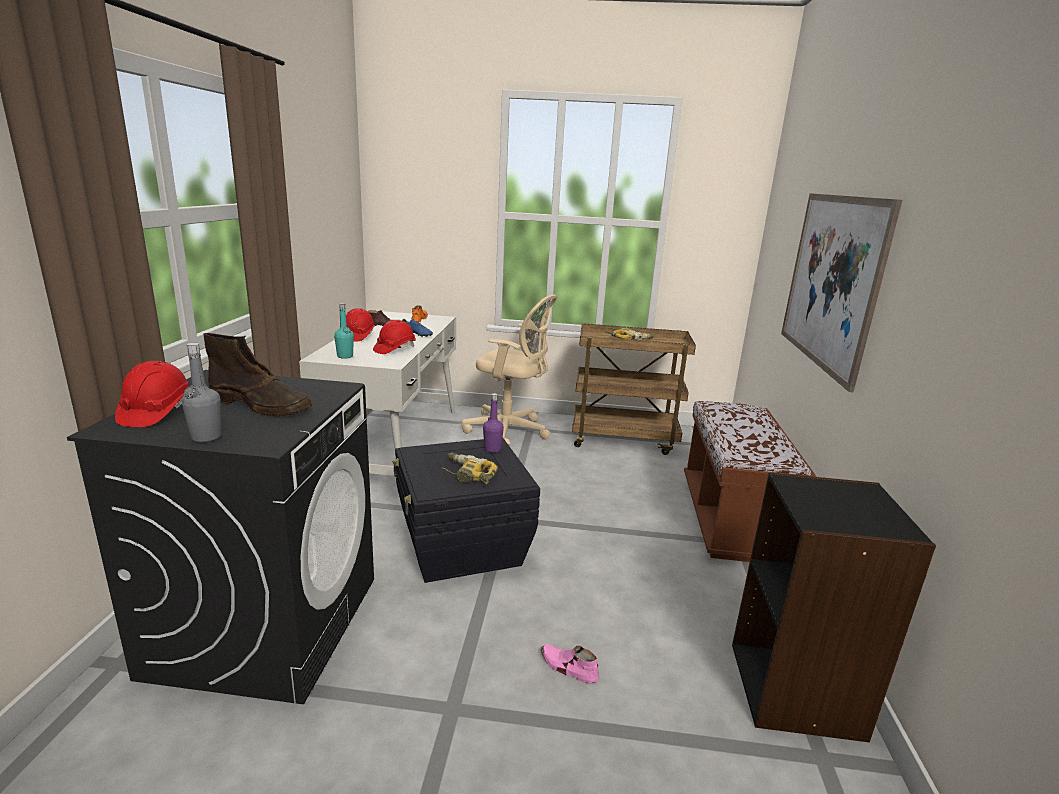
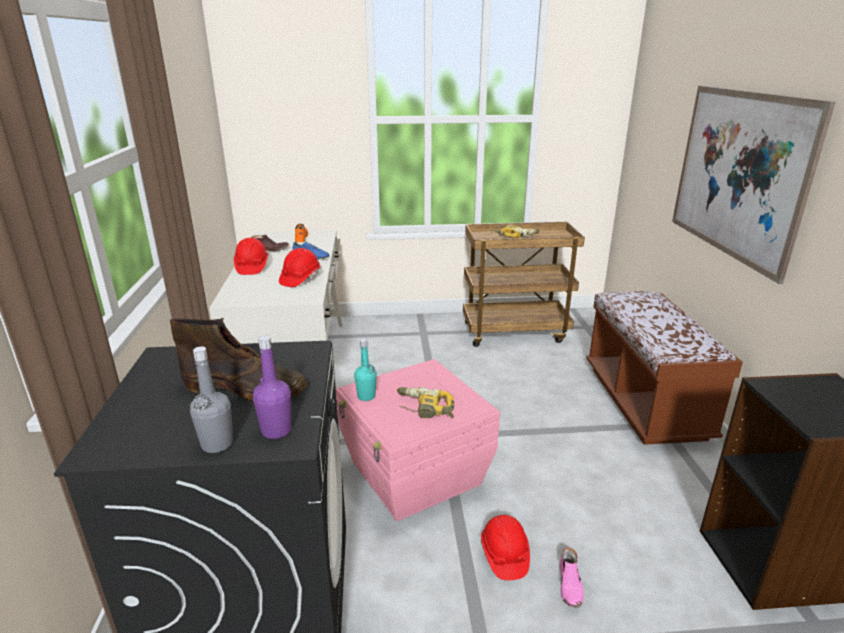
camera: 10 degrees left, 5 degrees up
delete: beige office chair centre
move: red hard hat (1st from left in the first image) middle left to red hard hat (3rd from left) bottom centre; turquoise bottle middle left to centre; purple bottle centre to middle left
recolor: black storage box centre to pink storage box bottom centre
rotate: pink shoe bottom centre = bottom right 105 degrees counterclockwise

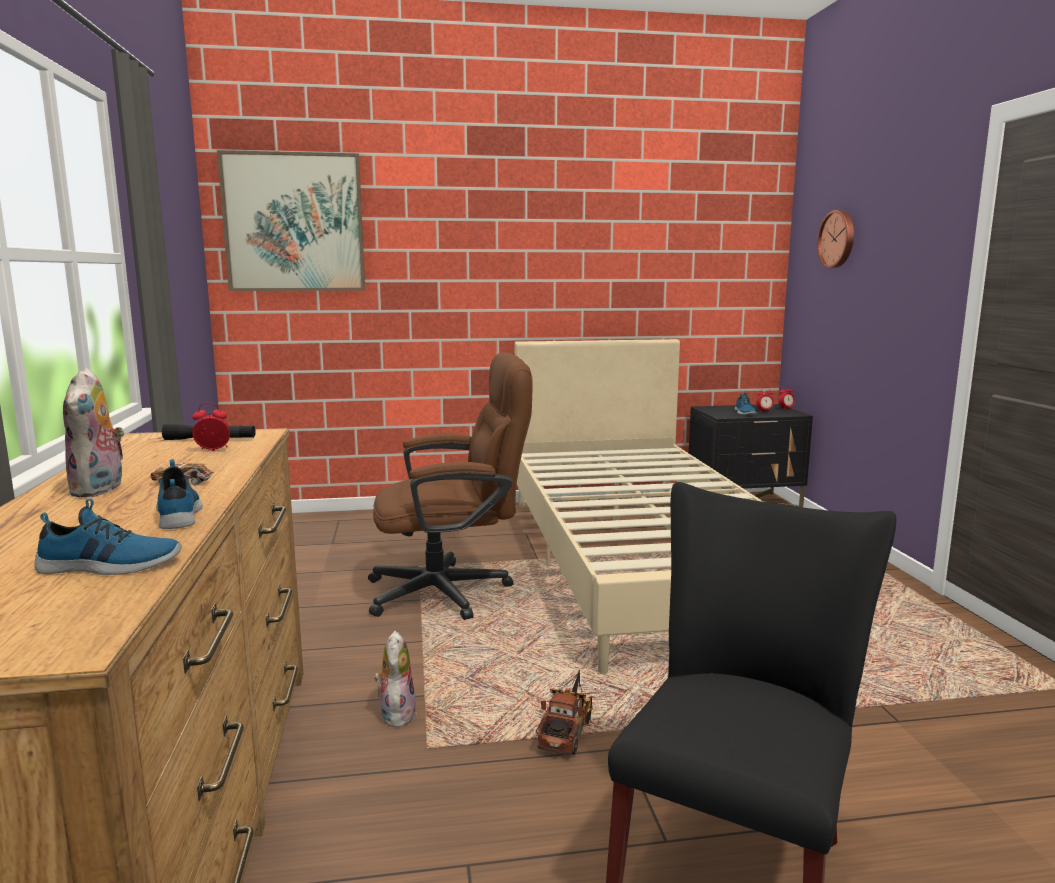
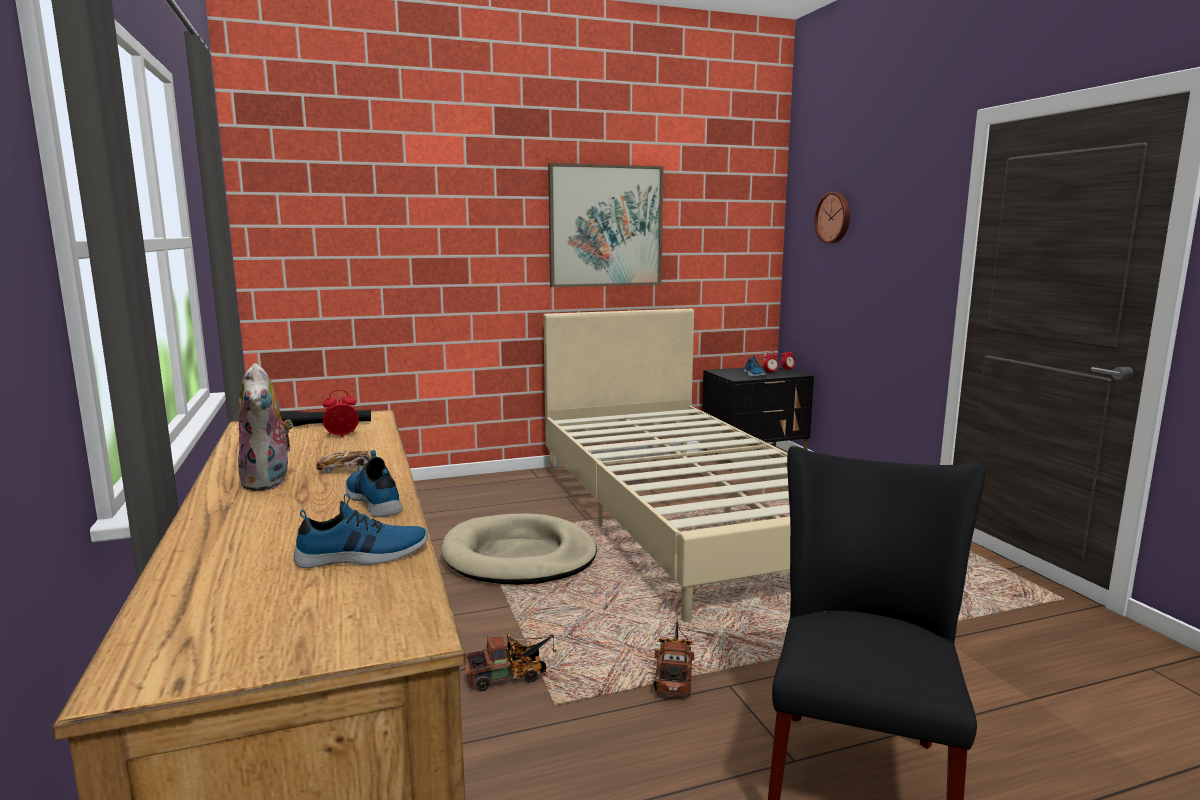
camera: 10 degrees left, 0 degrees up
move: picture top left to top centre
replace: brown office chair centre to beige dog bed bottom centre; plush toy (2nd from left) bottom centre to toy truck (1st from left) bottom centre

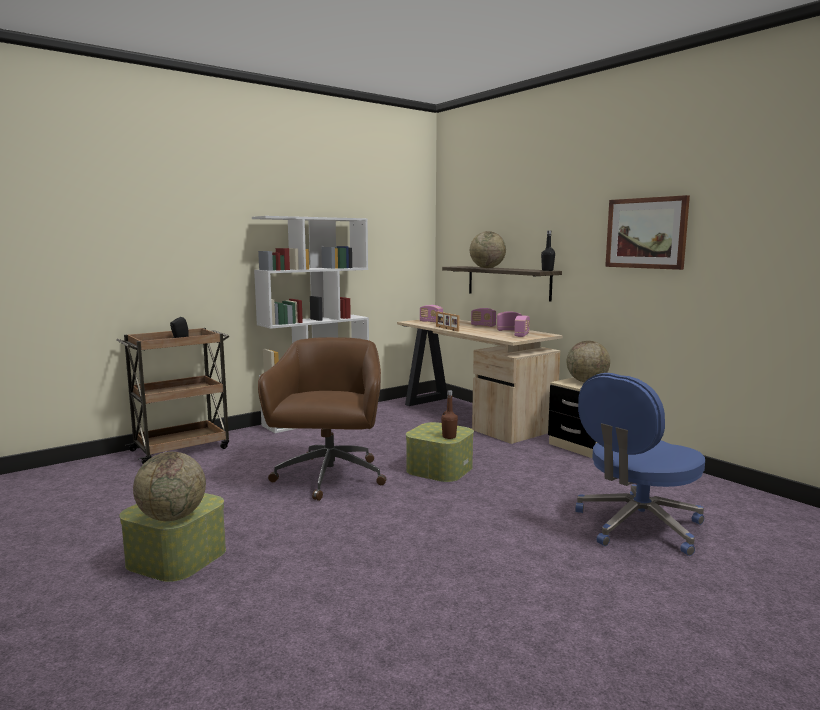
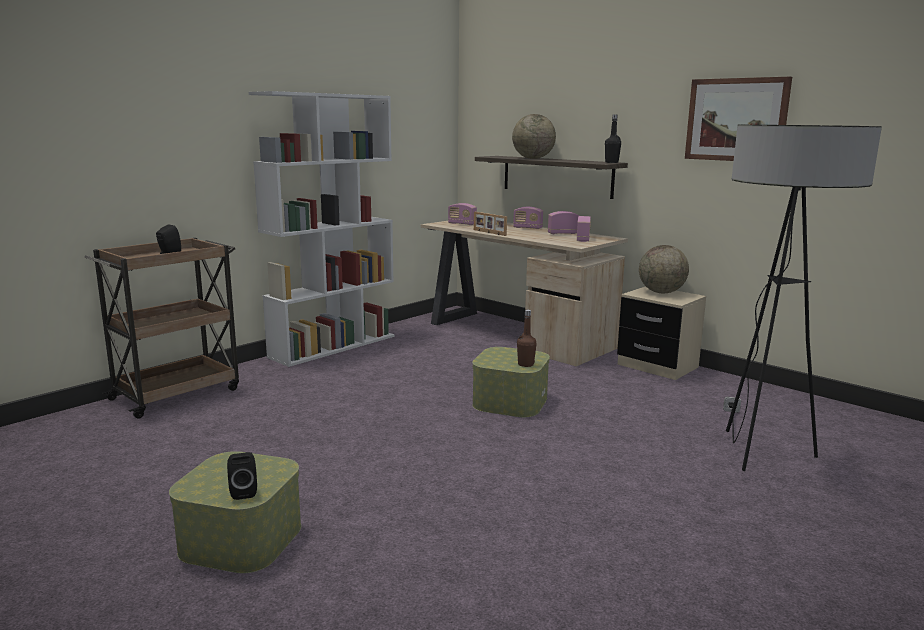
camera: 10 degrees left, 5 degrees up
delete: brown office chair centre
replace: globe (1st from left) bottom left to black speaker (2nd from left) bottom left; blue office chair middle right to floor lamp middle right

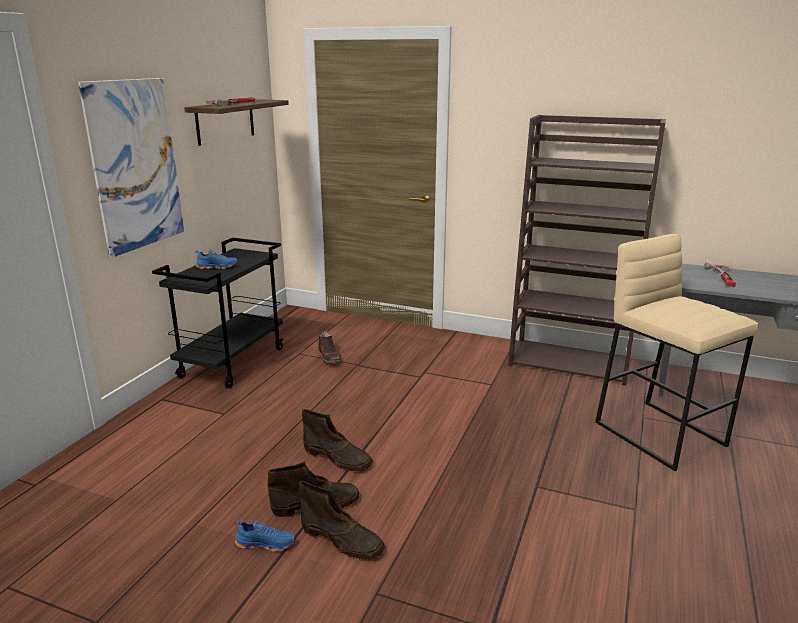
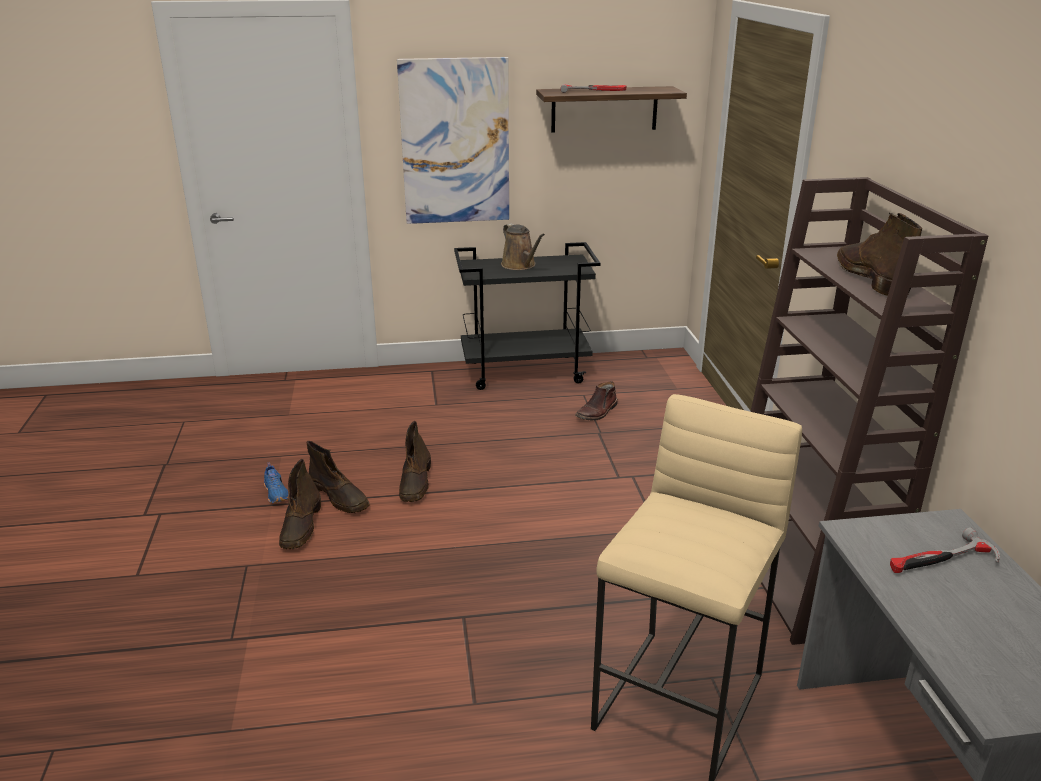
camera: 60 degrees right, 5 degrees up
insert: brown boot (5th from left) top right
replace: blue shoe (1st from left) middle left to brown watering can top centre

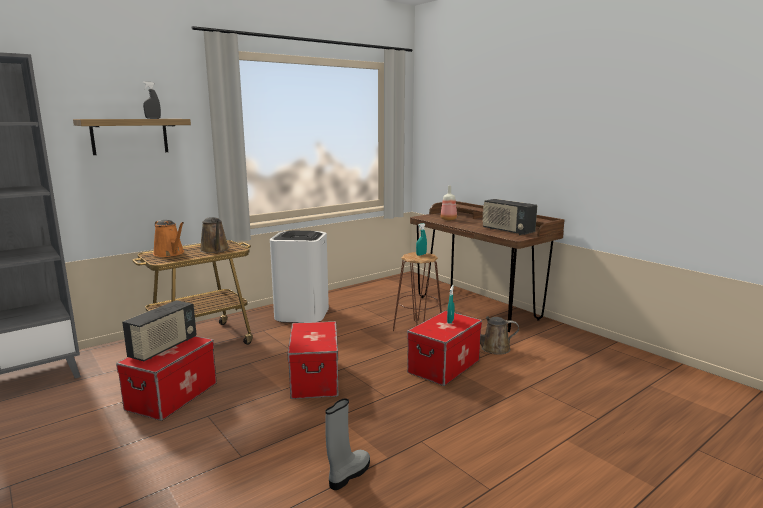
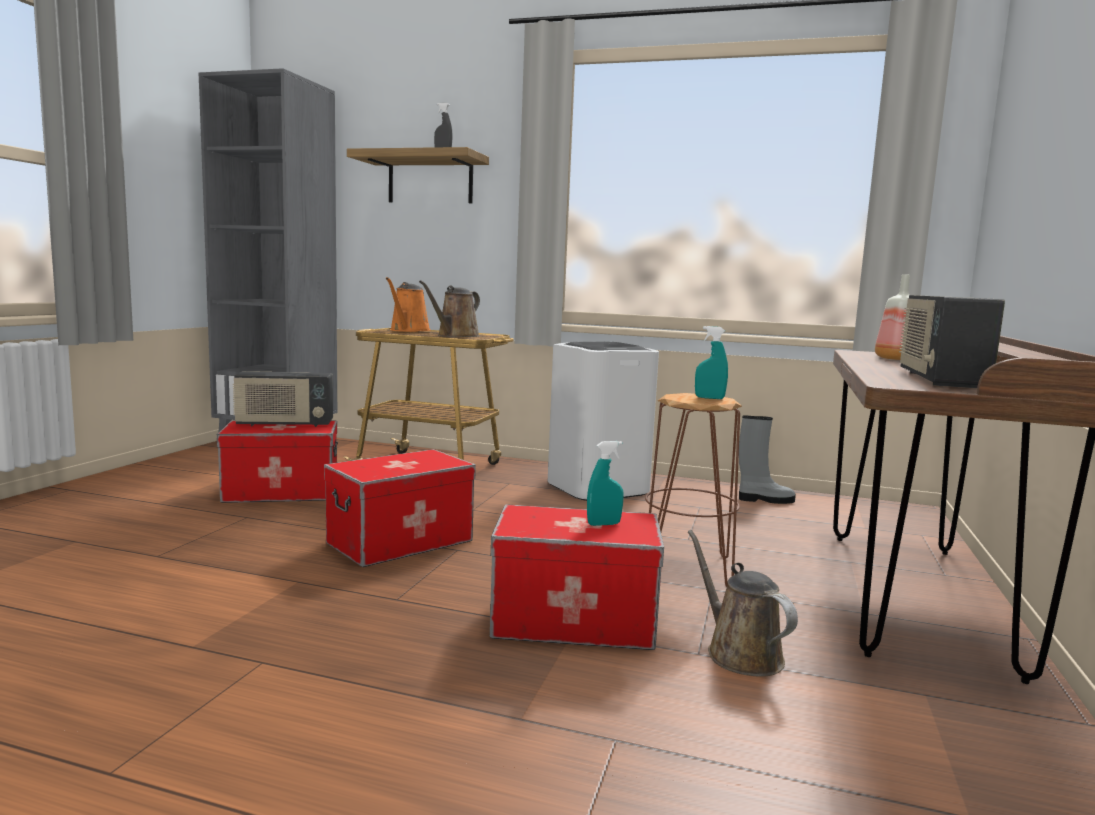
camera: 55 degrees right, 5 degrees down
move: grey boot bottom centre to middle right

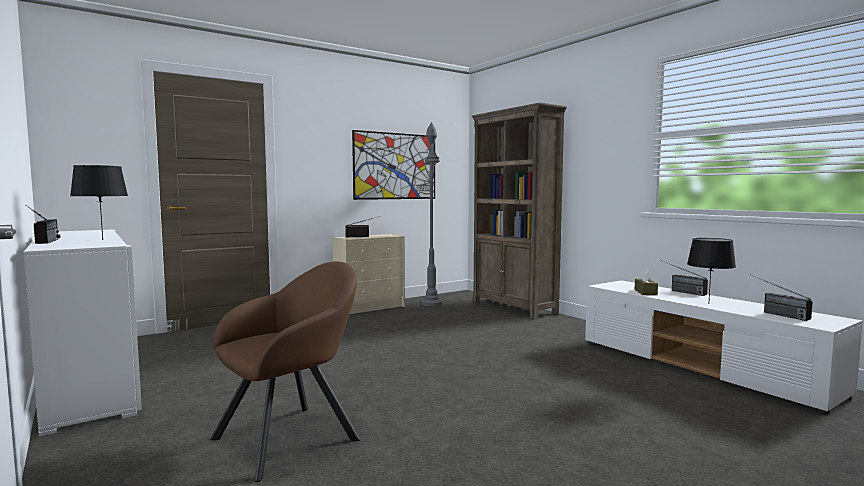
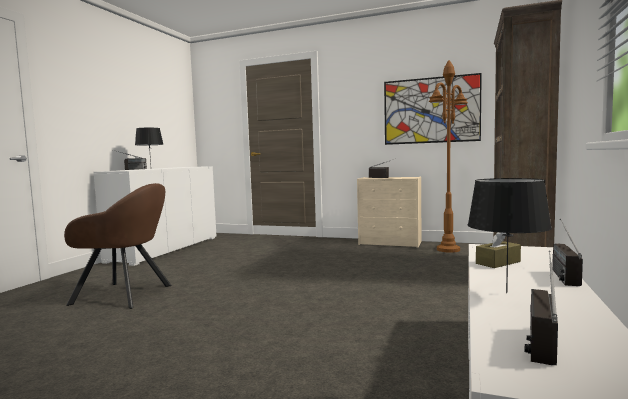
camera: 55 degrees right, 0 degrees up
recolor: grey floor lamp centre to brown floor lamp middle right

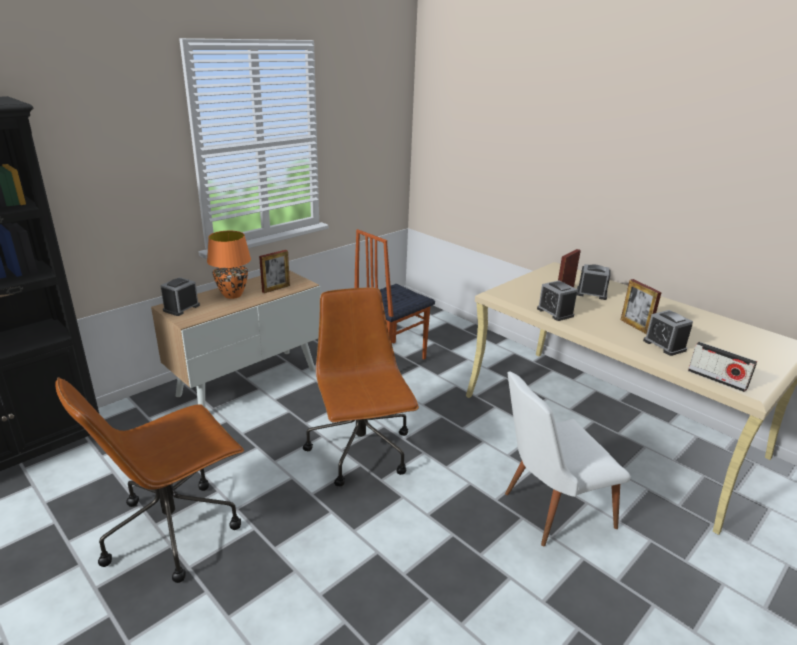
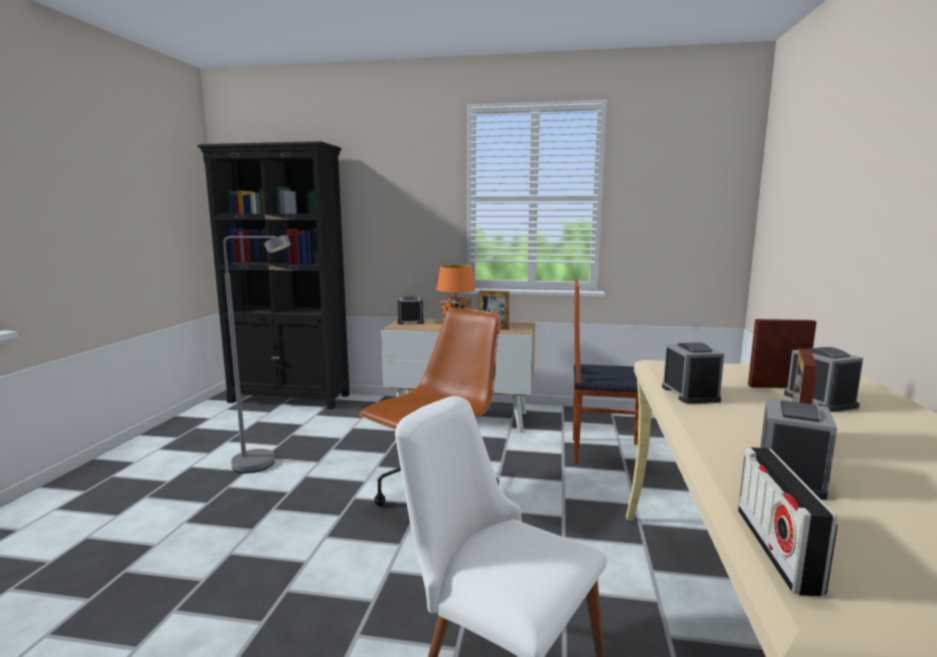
camera: 55 degrees right, 15 degrees down
replace: brown office chair (1st from left) bottom left to grey floor lamp middle left
rotate: alarm clock (2nd from left) middle right = middle right 150 degrees clockwise

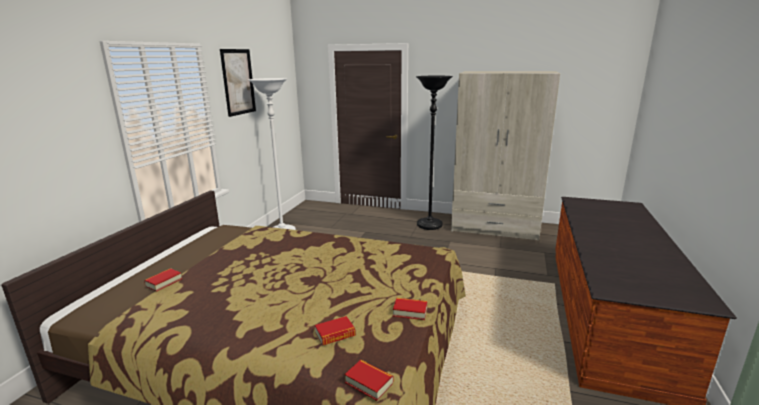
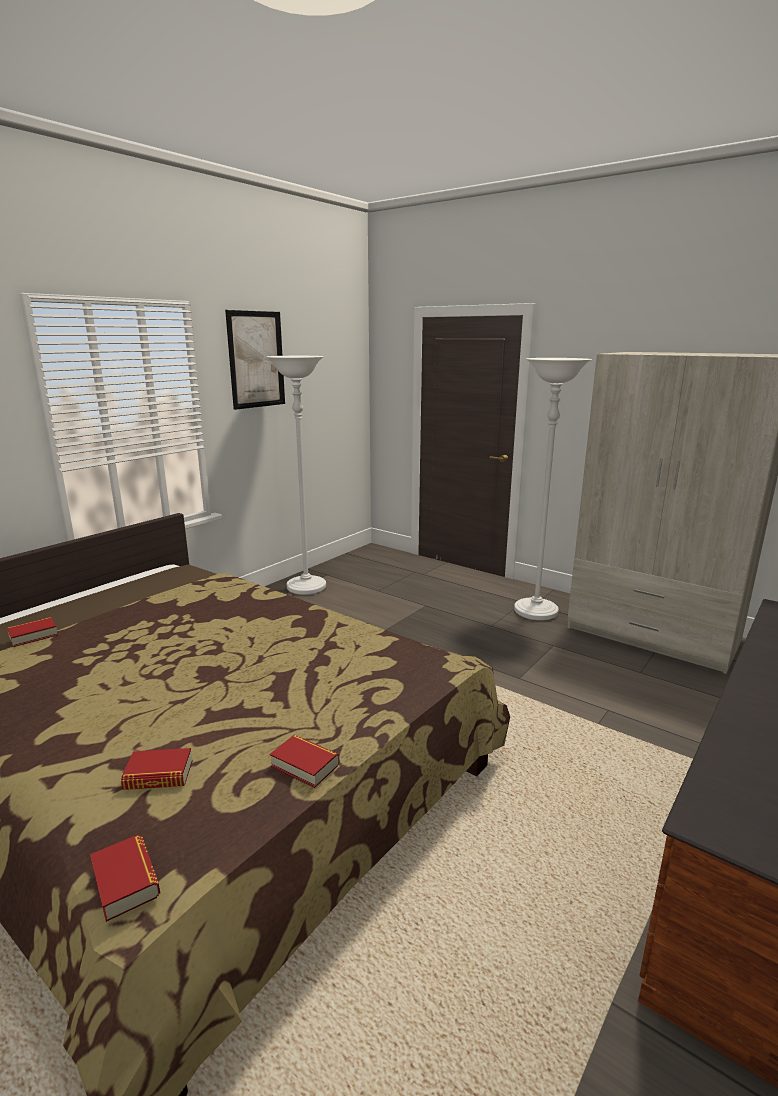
camera: 20 degrees right, 0 degrees up
recolor: black floor lamp centre to white floor lamp (2nd from left) middle right

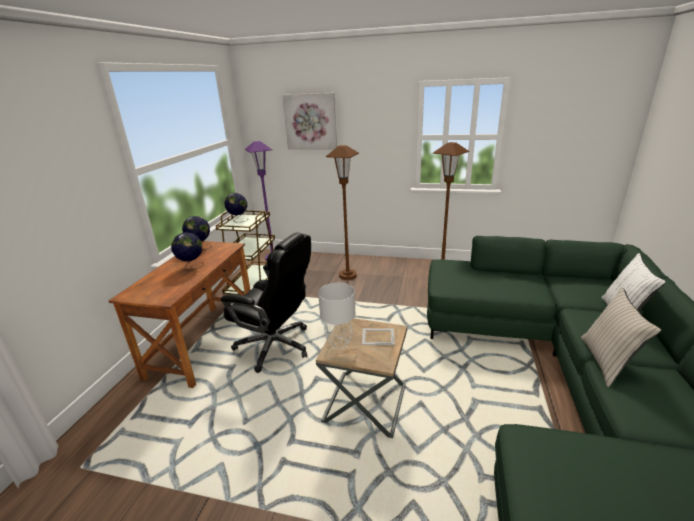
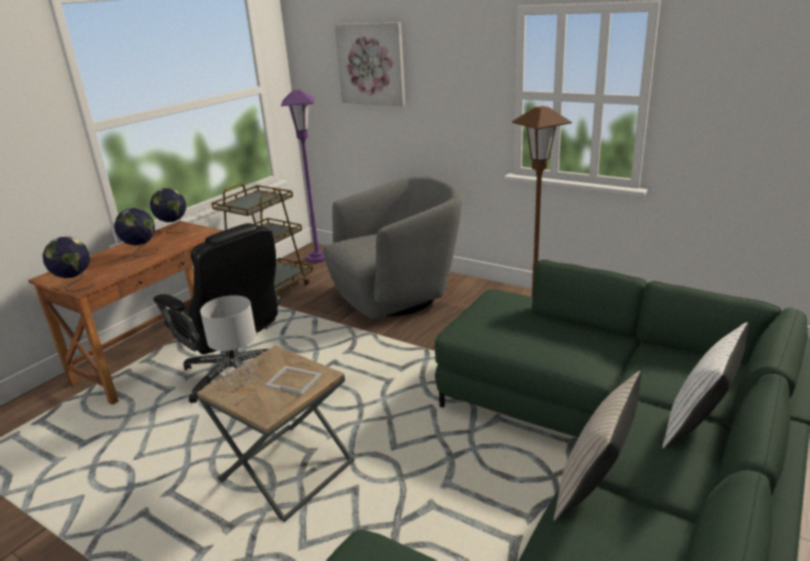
camera: 20 degrees right, 0 degrees up
move: globe (3rd from left in the first image) centre to globe (1st from left) middle left
replace: brown floor lamp (1st from left) centre to grey armchair centre

